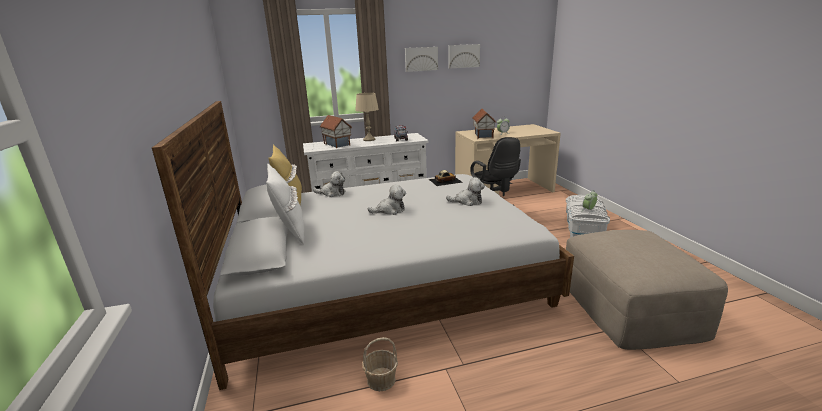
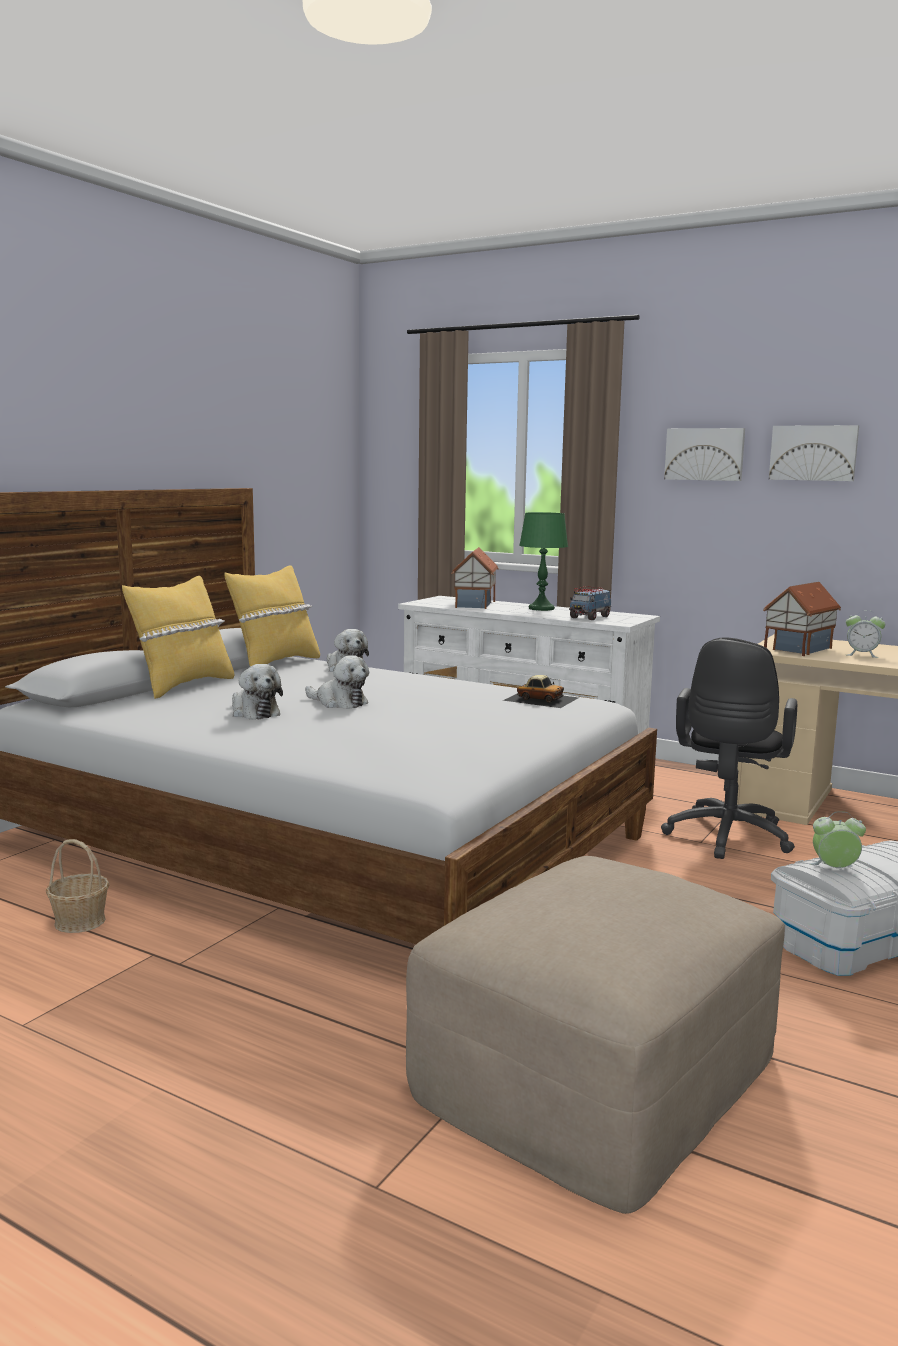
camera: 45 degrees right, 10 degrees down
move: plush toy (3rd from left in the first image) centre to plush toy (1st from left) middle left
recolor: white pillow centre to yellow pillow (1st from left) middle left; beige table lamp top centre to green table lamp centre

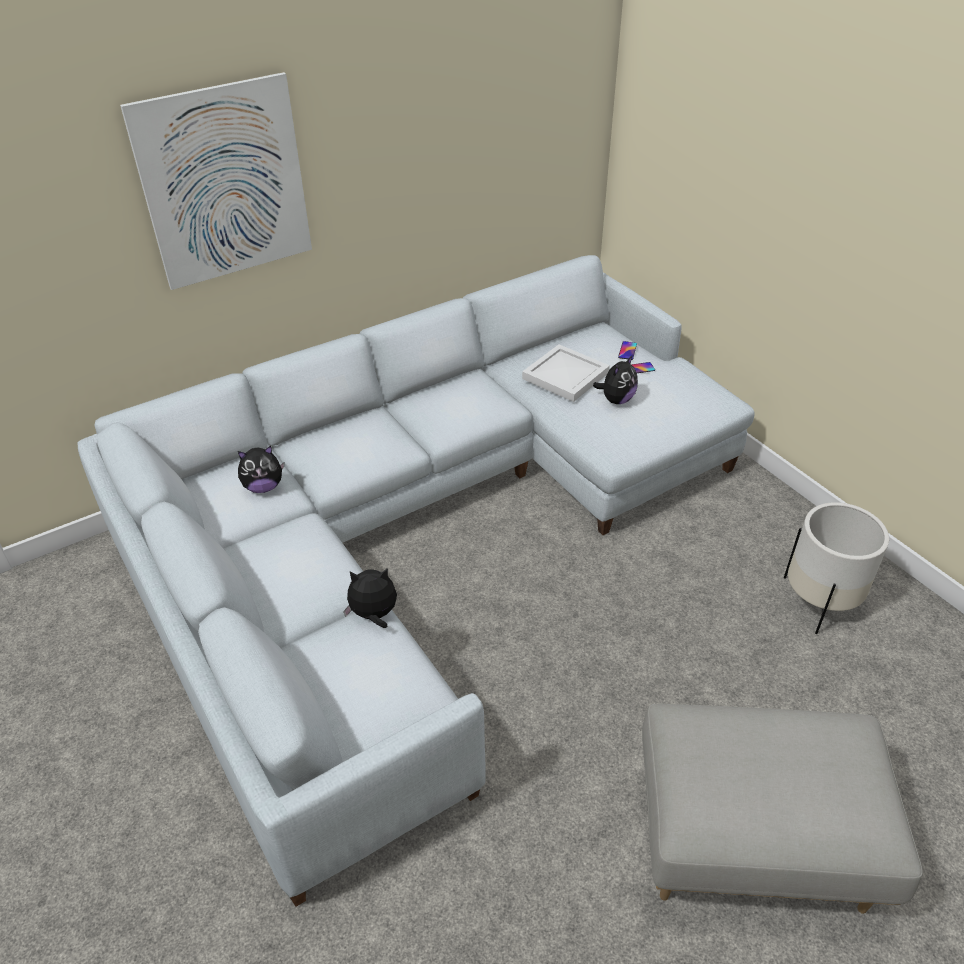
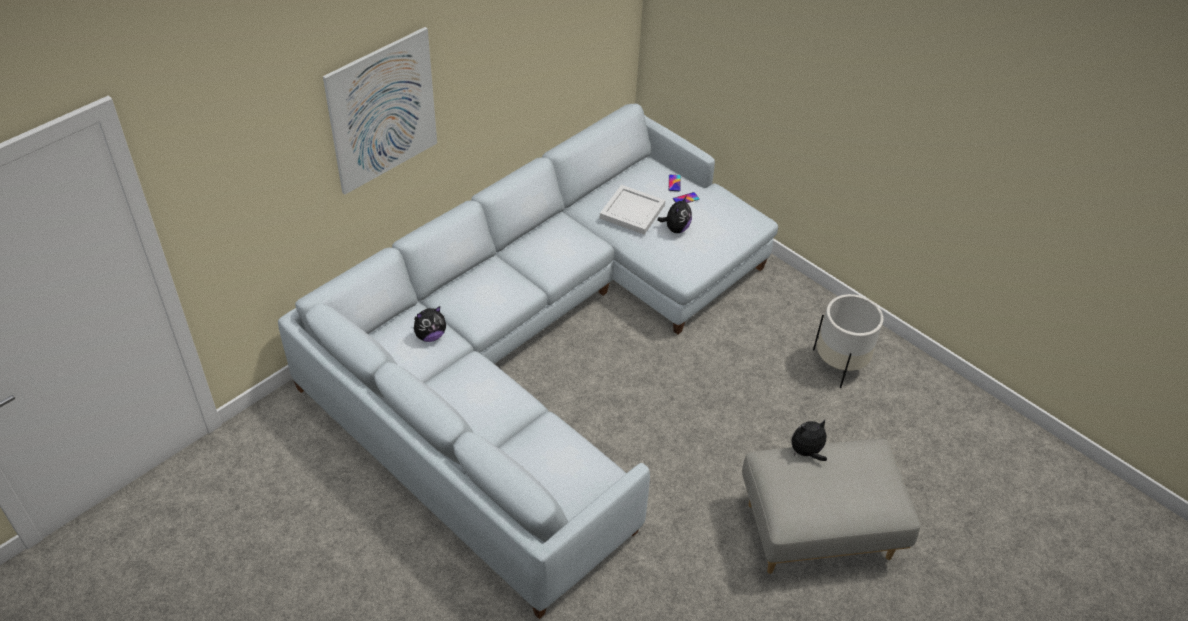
camera: 15 degrees left, 5 degrees up
move: plush toy (2nd from left in the first image) centre to plush toy (3rd from left) bottom right

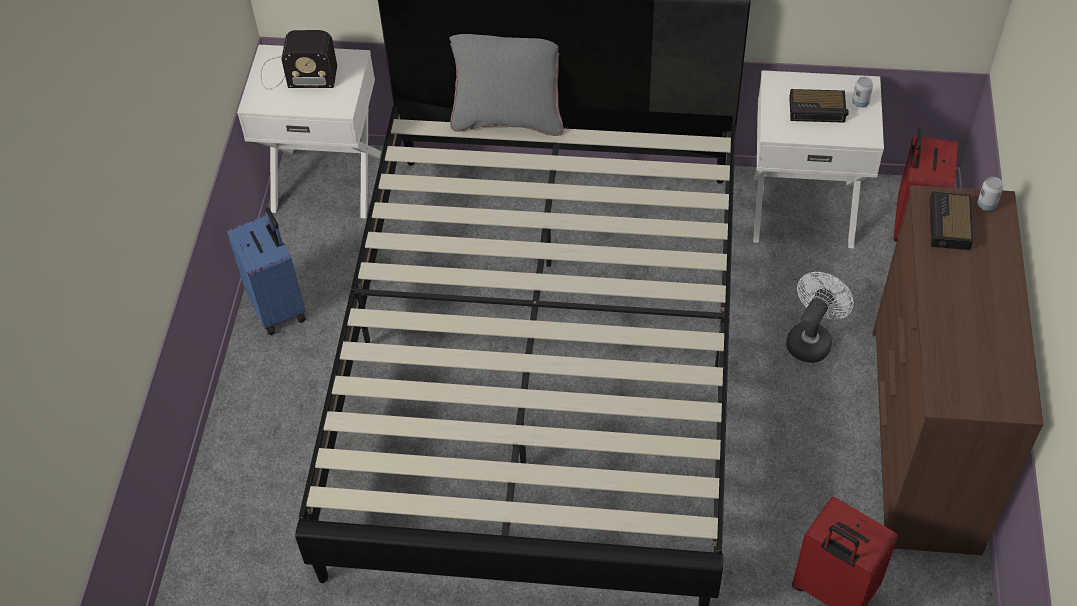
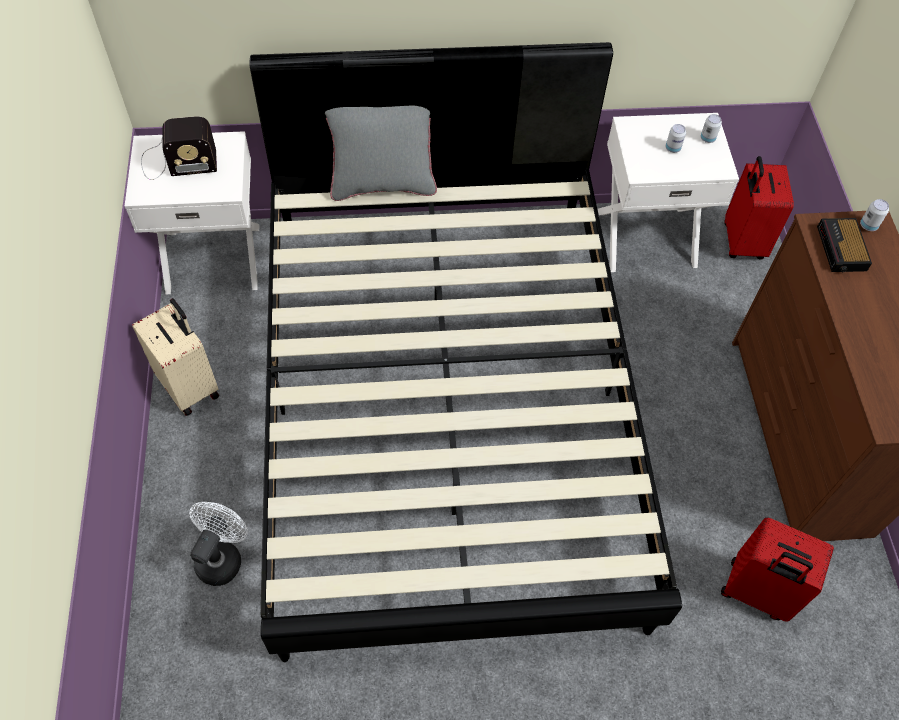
camera: 15 degrees left, 5 degrees up
move: white fan middle right to bottom left
replace: alarm clock (1st from left) top right to can (1st from left) top right
recolor: blue suitcase middle left to beige suitcase middle left

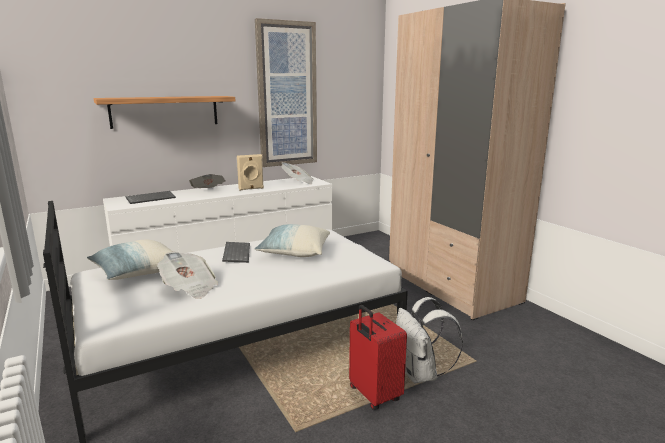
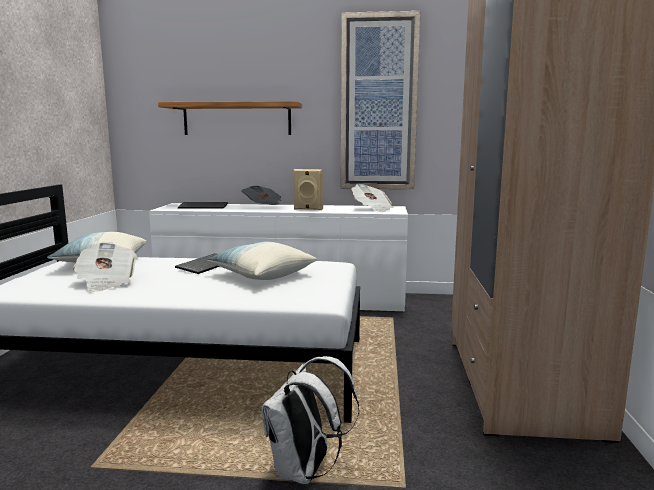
camera: 35 degrees right, 5 degrees down
delete: red suitcase bottom centre

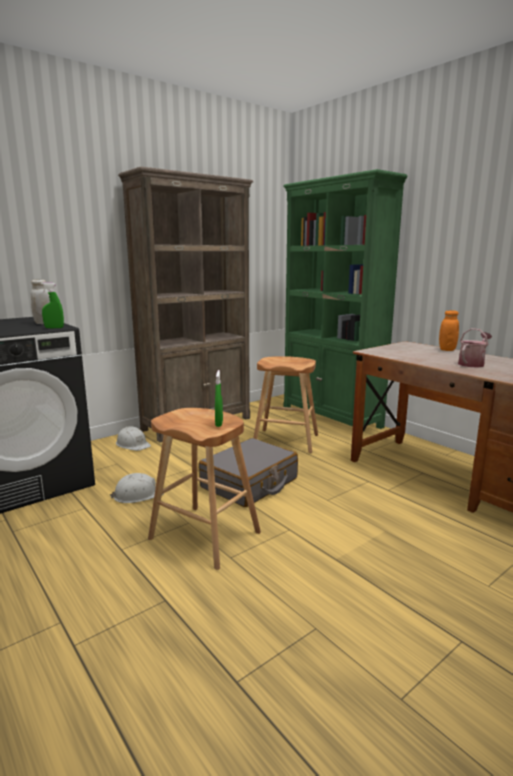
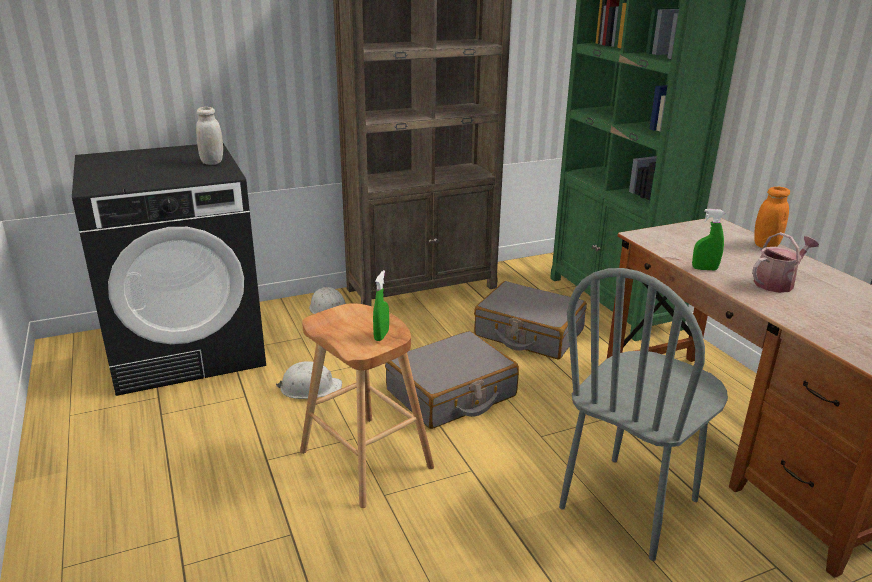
camera: 15 degrees right, 10 degrees up
insert: grey chair bottom right
move: green spray bottle (1st from left in the first image) middle left to green spray bottle (2nd from left) middle right
replace: brown stool (2nd from left) centre to grey suitcase (2nd from left) centre

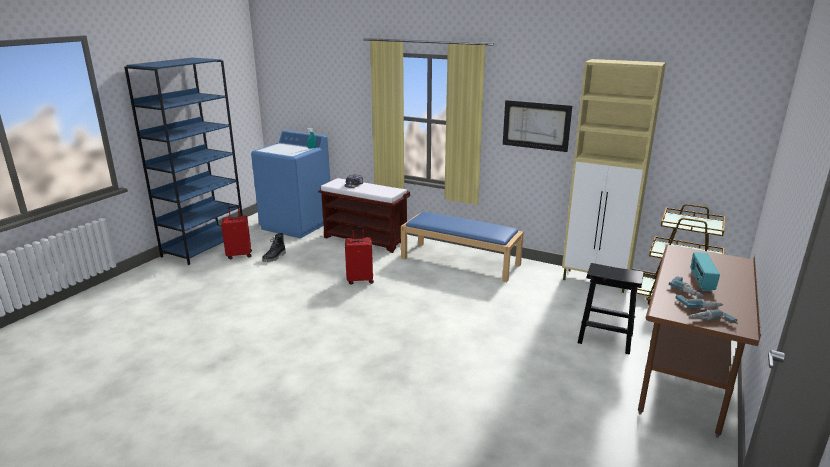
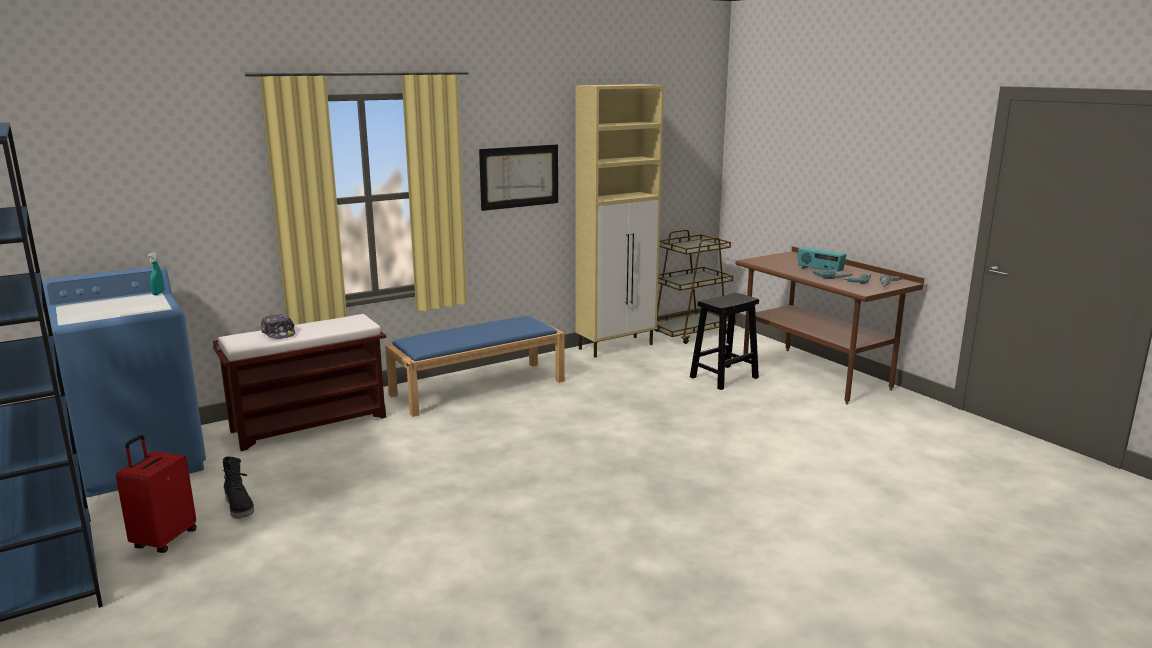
camera: 60 degrees left, 5 degrees down
delete: red suitcase (2nd from left) centre

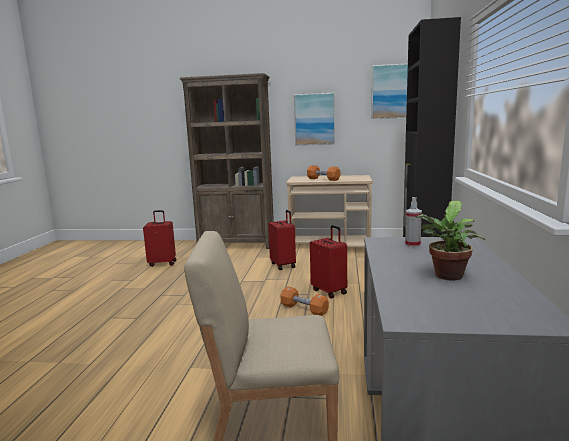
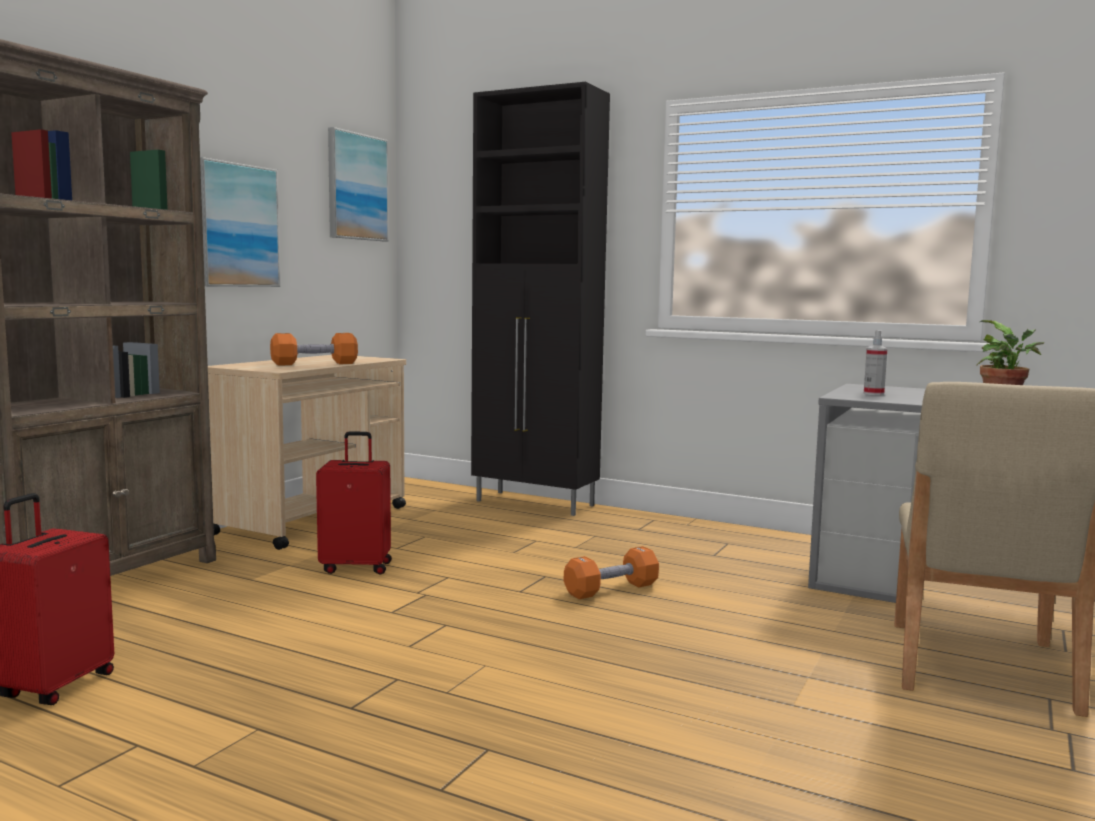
camera: 70 degrees left, 5 degrees down
delete: red suitcase (3rd from left) centre

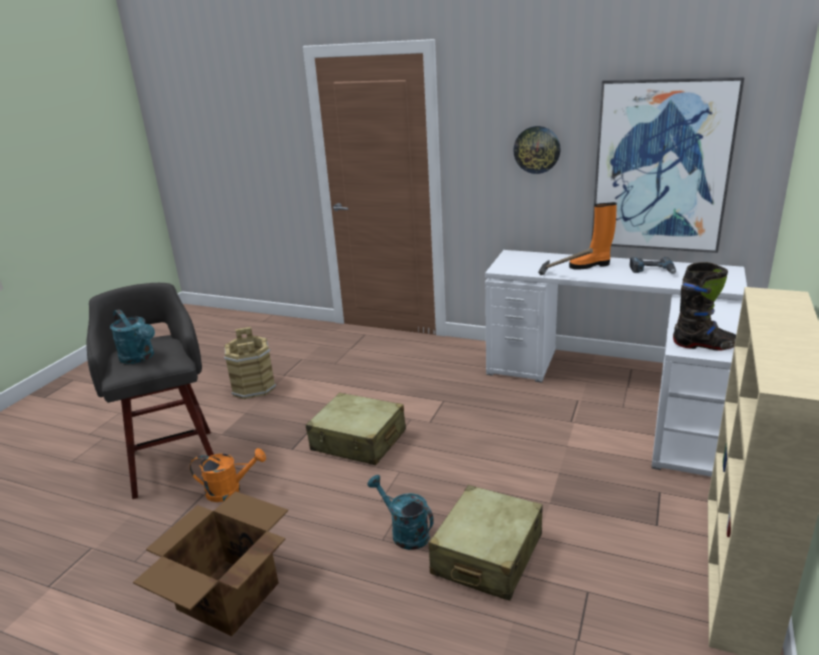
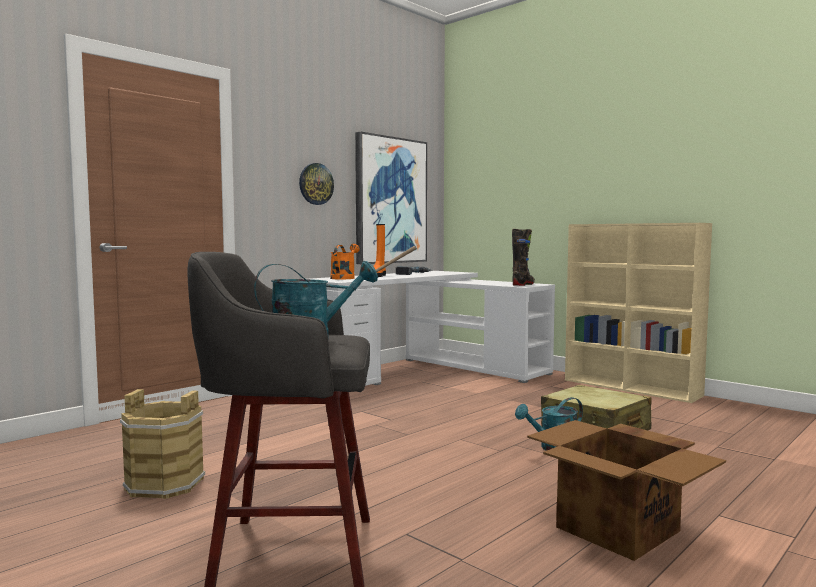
camera: 70 degrees left, 20 degrees down
delete: beige suitcase (1st from left) centre
move: orange watering can bottom left to centre

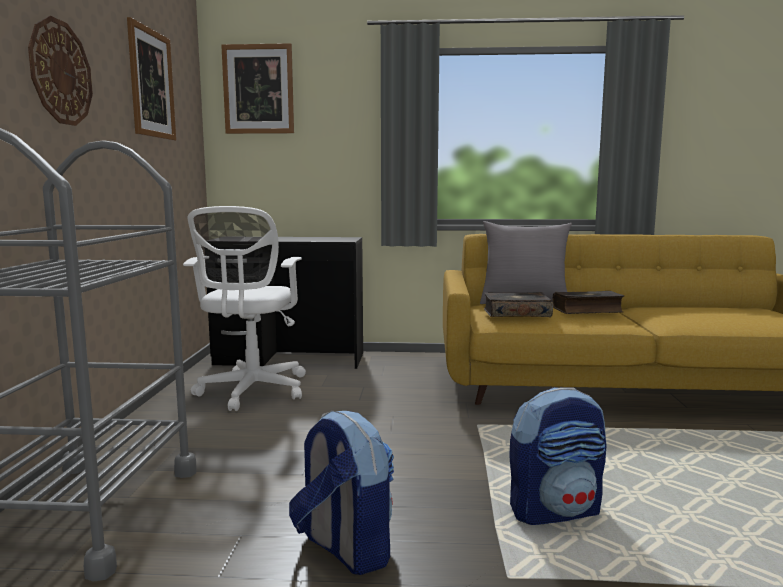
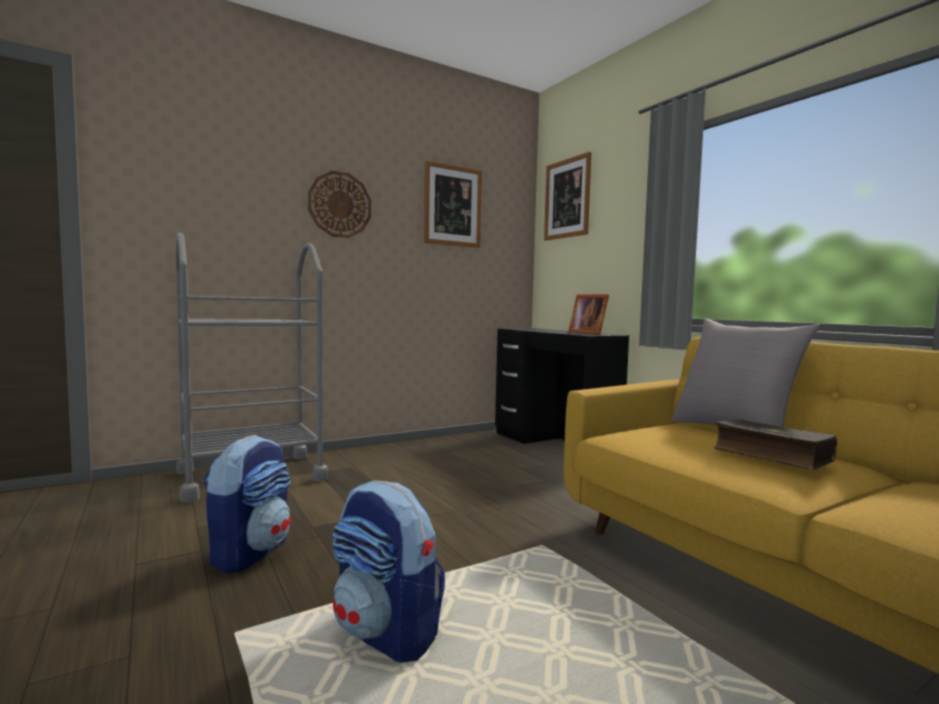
camera: 55 degrees right, 5 degrees down
delete: white office chair middle left; book (1st from left) centre
insert: picture frame centre

